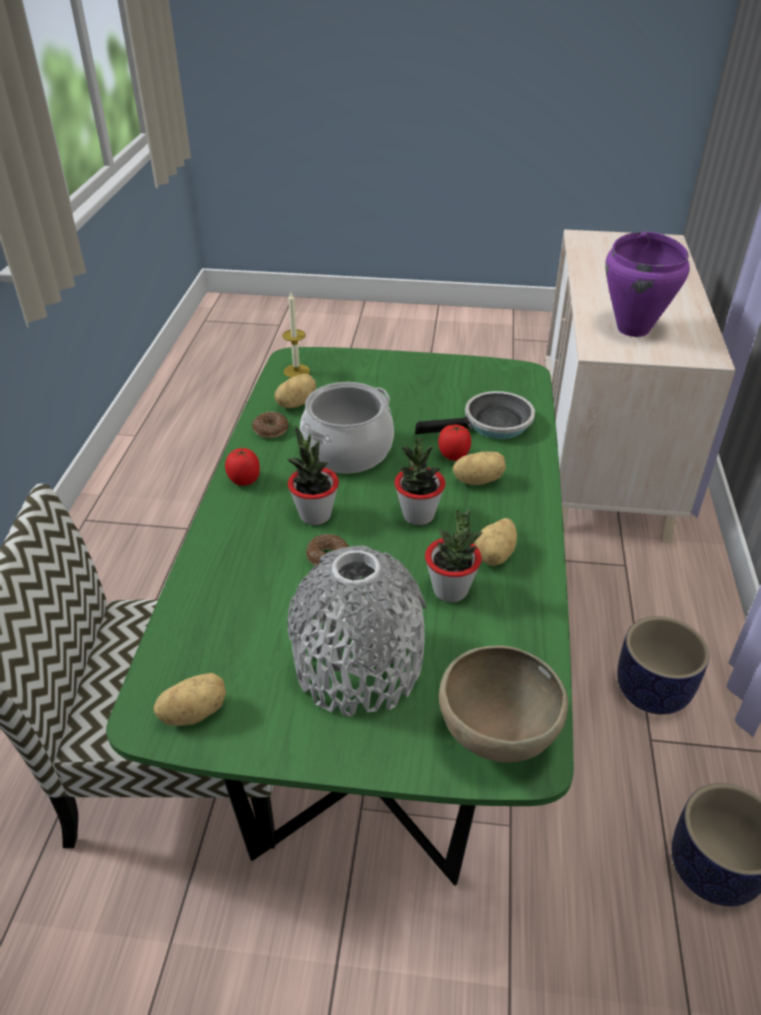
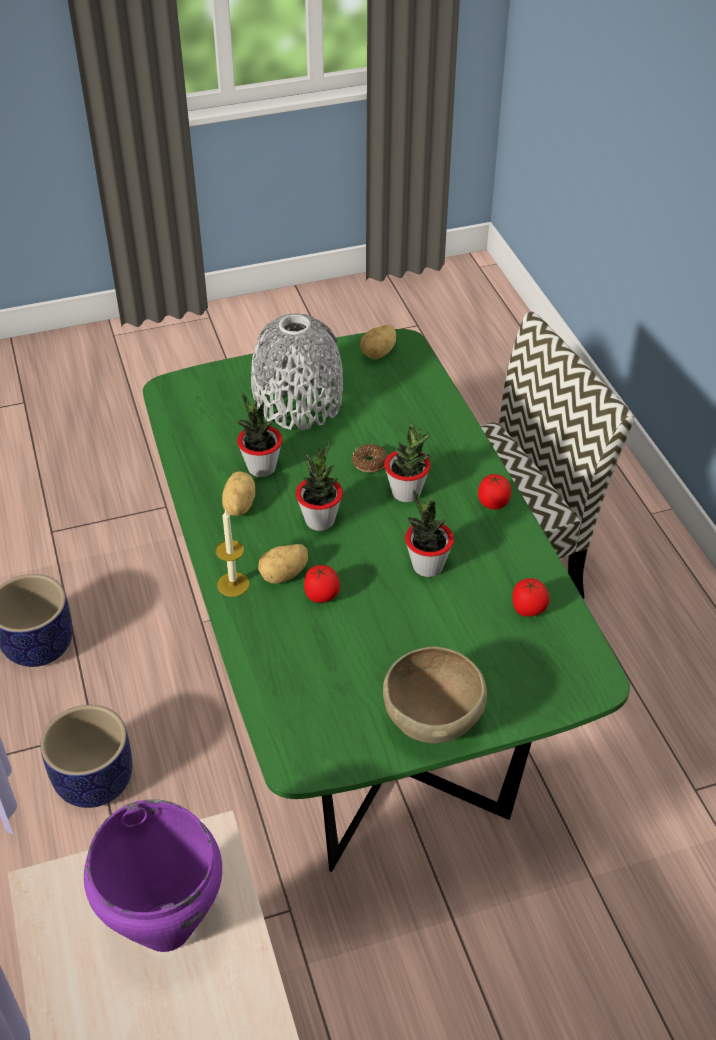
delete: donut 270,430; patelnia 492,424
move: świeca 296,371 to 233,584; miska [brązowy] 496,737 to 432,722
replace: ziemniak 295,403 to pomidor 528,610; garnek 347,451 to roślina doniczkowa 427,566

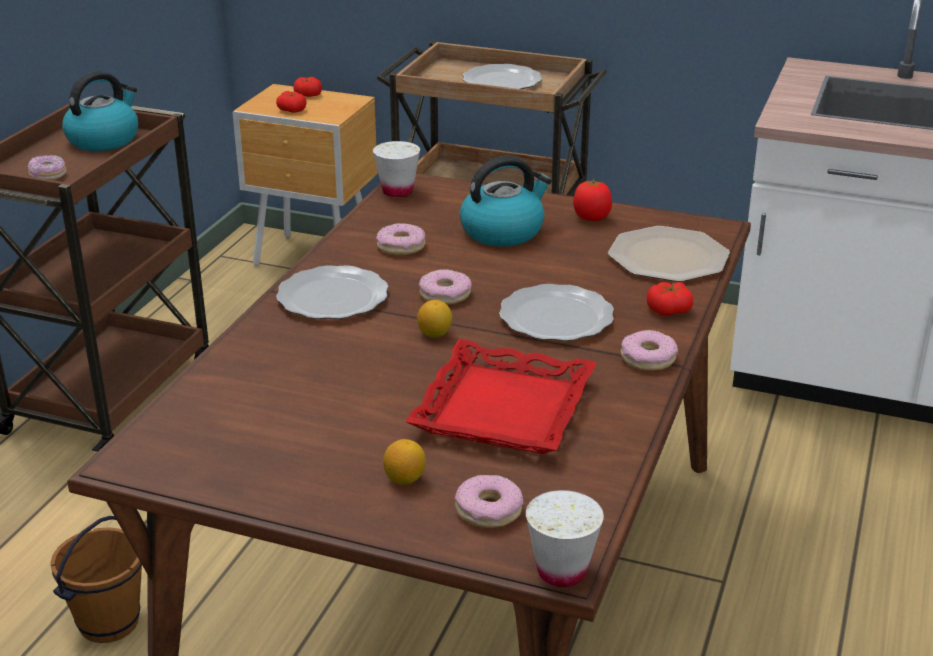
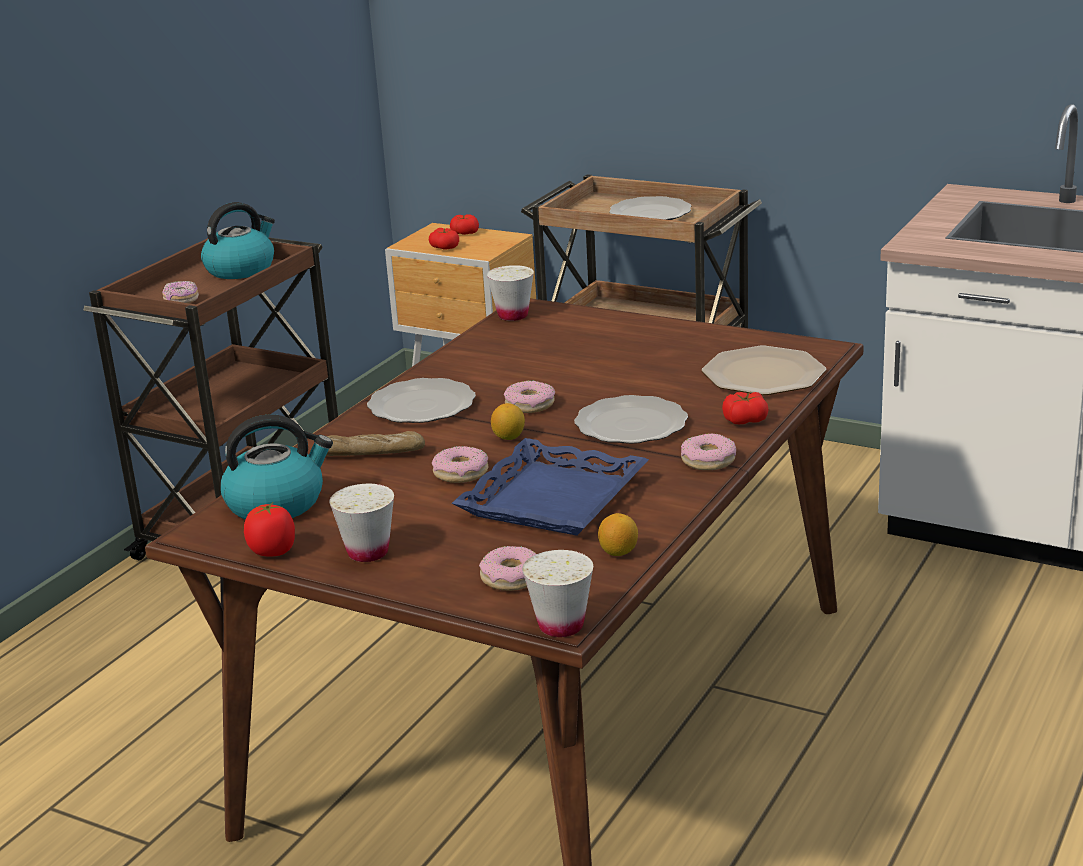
delete: wiadro [brązowy] 108,622
insert: chleb 371,454; filiżanka [biały] 368,552
move: donut 401,247 to 461,473; cytryna 404,479 to 618,552; czajnik 503,231 to 277,503; pomidor 591,218 to 273,552
recolor: taca [czerwony] 502,408 to taca [niebieski] 552,499

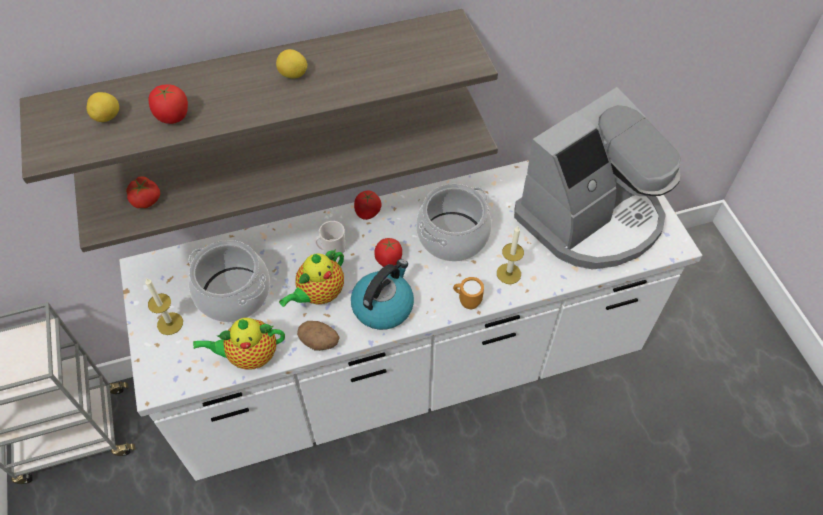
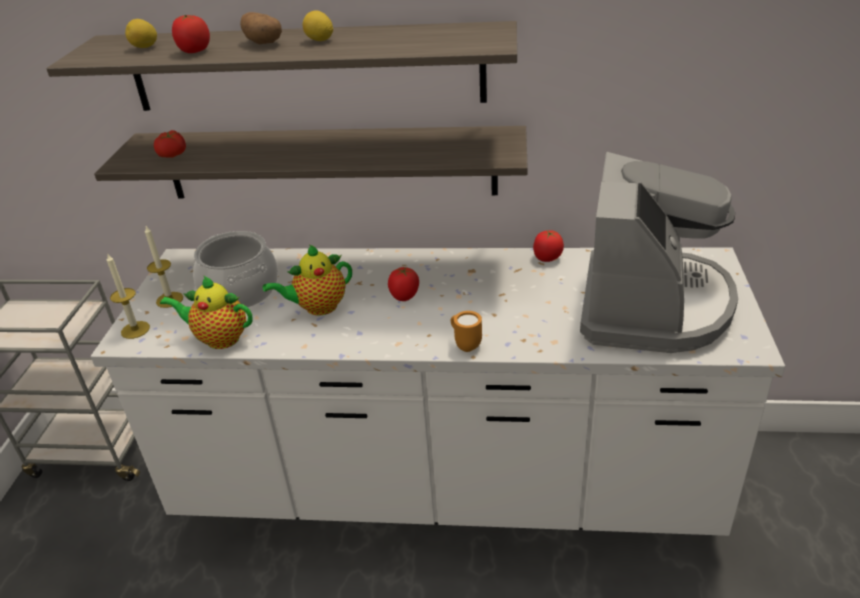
delete: kubek 331,249; czajnik 383,306; garnek 452,236
move: ziemniak 320,342 to 264,43; pomidor 367,213 to 547,258; świeca 508,273 to 135,330
rotate: ekspres do kawy 591,218 = 652,305 60 degrees counterclockwise

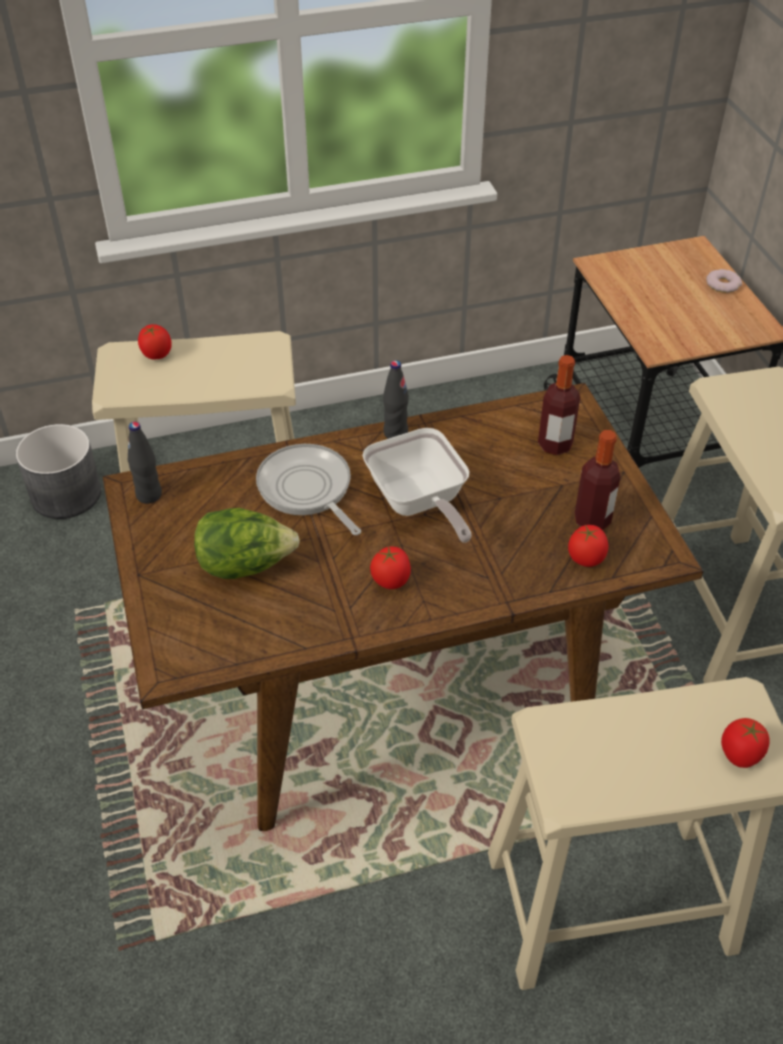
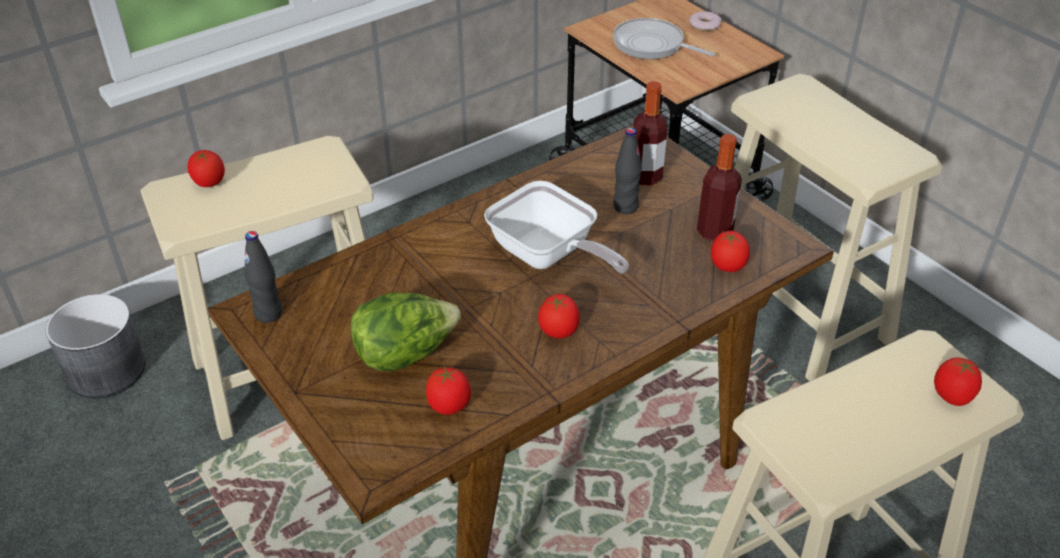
insert: pomidor 449,405
move: patelnia 307,490 to 652,45; butelka [czarny] 395,433 to 625,207

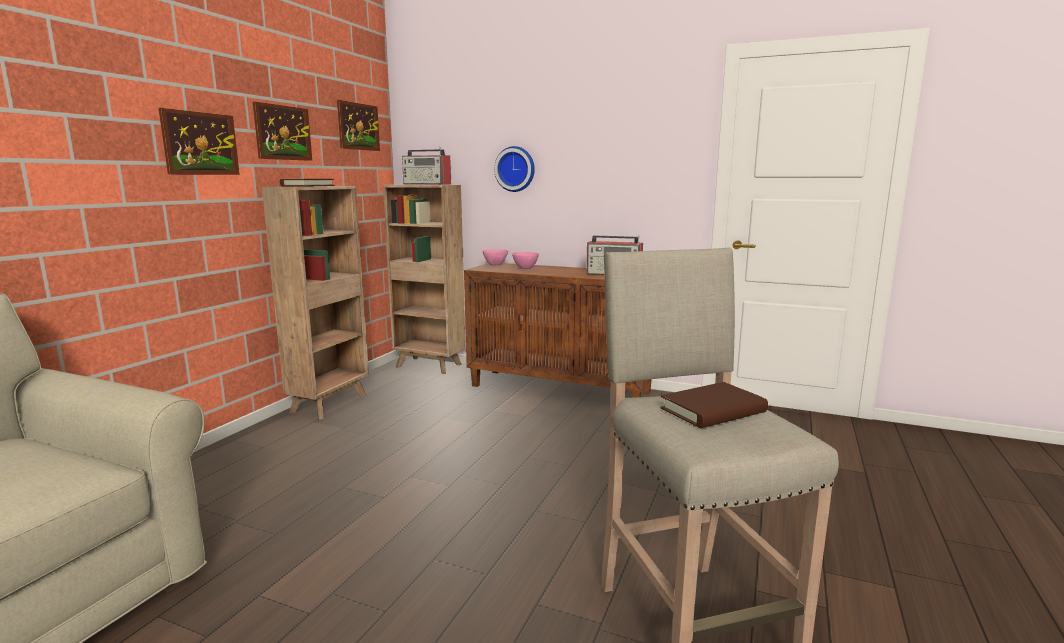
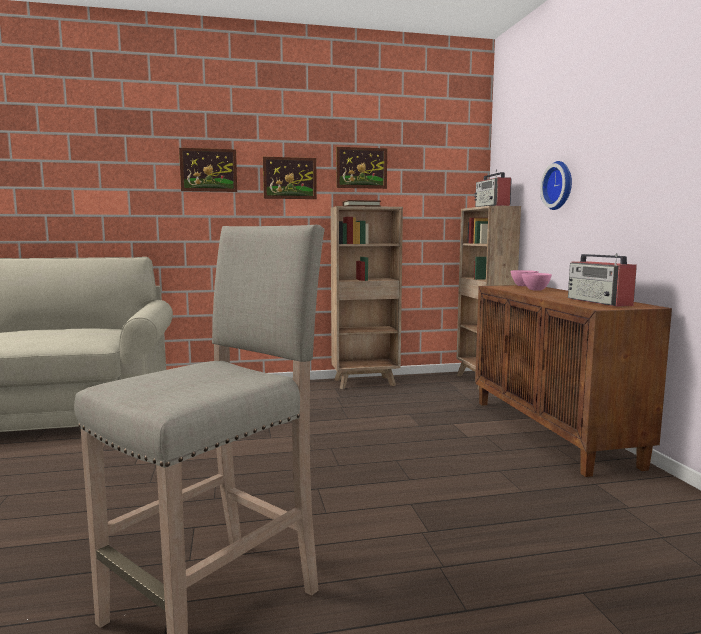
delete: książka [brązowy] 713,410
move: obraz 358,126 to 208,170

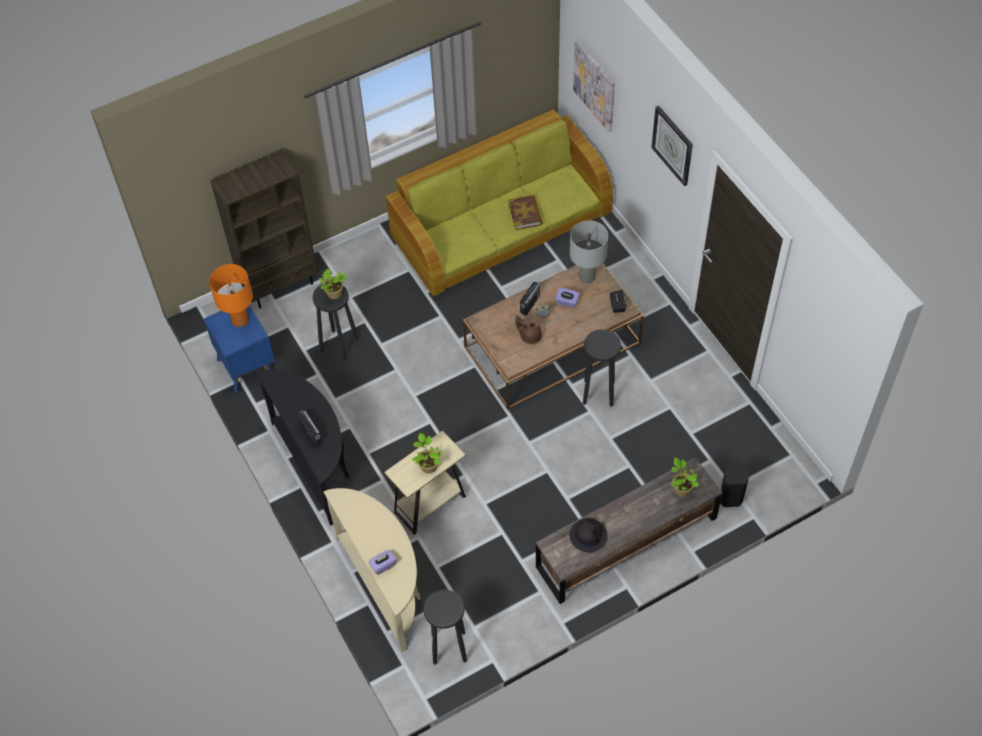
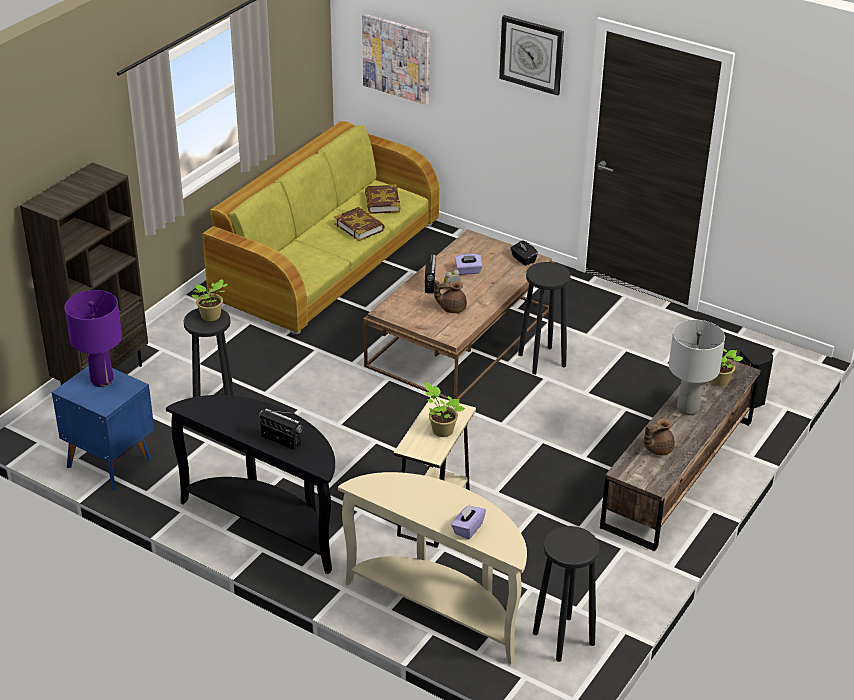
insert: książka 382,203
move: lampa stołowa [szary] 586,277 to 688,409
replace: kapelusz [czarny] 588,535 to imbryk [brązowy] 657,449
recolor: lampa stołowa [pomarańczowy] 240,321 to lampa stołowa [fioletowy] 102,381

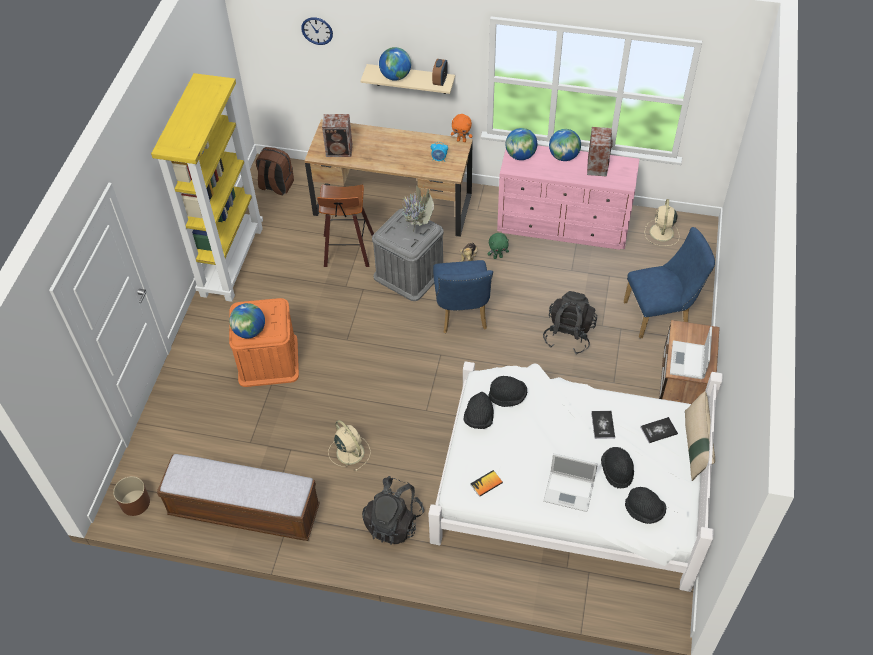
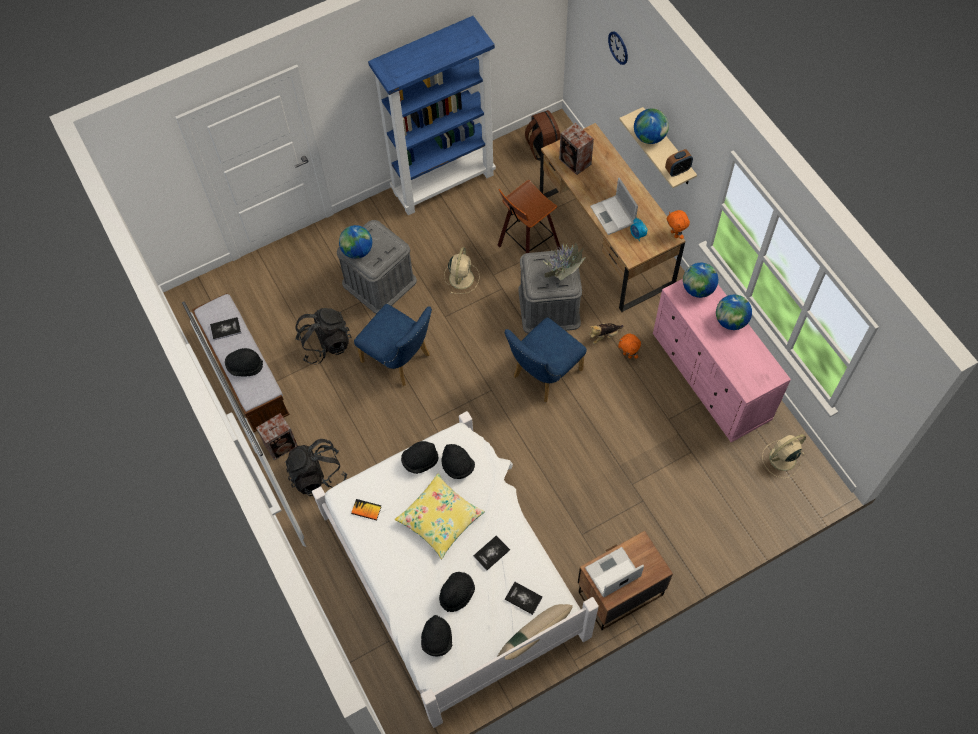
delete: donica [brązowy] 135,503
insert: książka 225,329; kapelusz [czarny] 245,366; poduszka [żółty] 440,519
move: wentylator [beżowy] 349,451 to 461,277; plecak [czarny] 568,334 to 325,344; laptop 570,491 to 613,215; głośnik 597,166 to 282,445; krzesło [niebieski] 661,314 to 400,360
recolor: regał [żółty] 231,260 to regał [niebieski] 444,182; pojemnik do przechowywania [pomarańczowy] 268,360 to pojemnik do przechowywania [szary] 379,282; pluszak [zielony] 498,257 to pluszak [pomarańczowy] 628,355

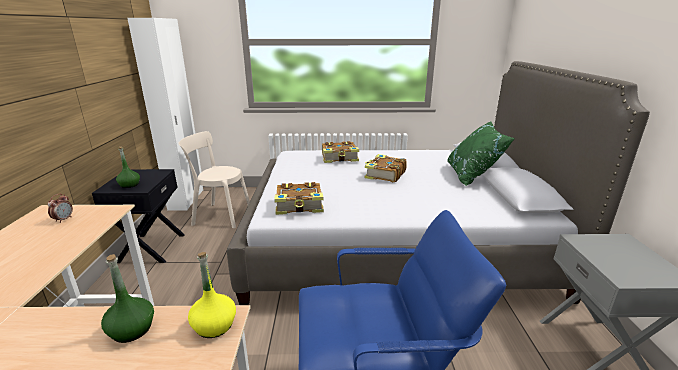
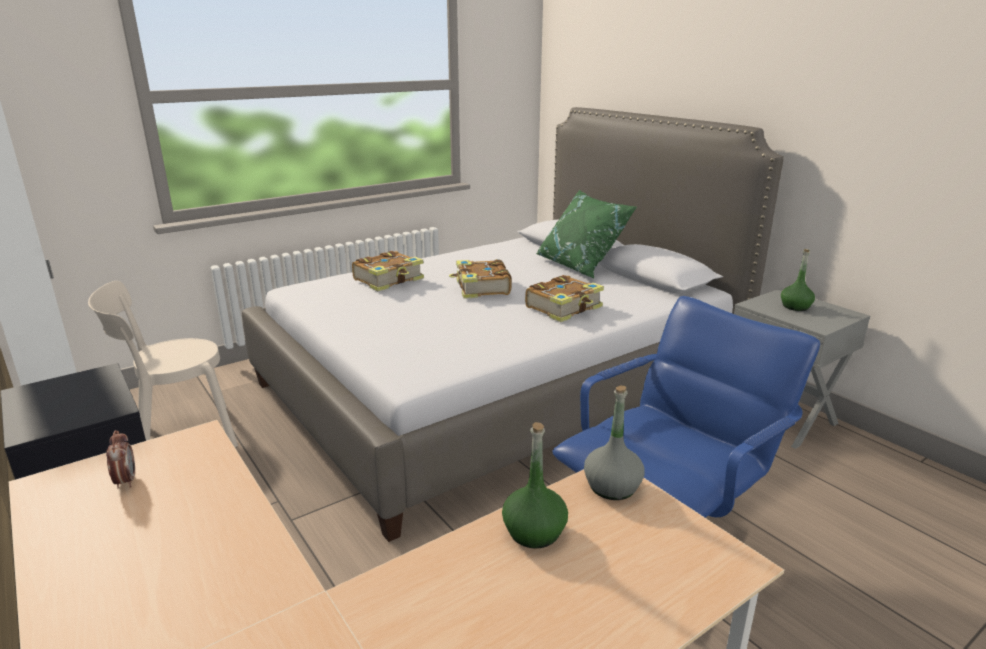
move: butelka [zielony] 129,185 to 795,306; książka 300,206 to 565,308
recolor: butelka [żółty] 214,325 to butelka [szary] 612,487

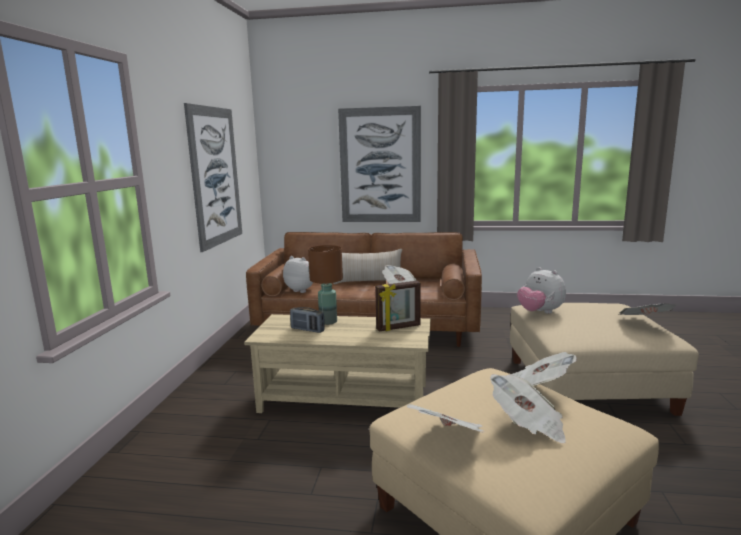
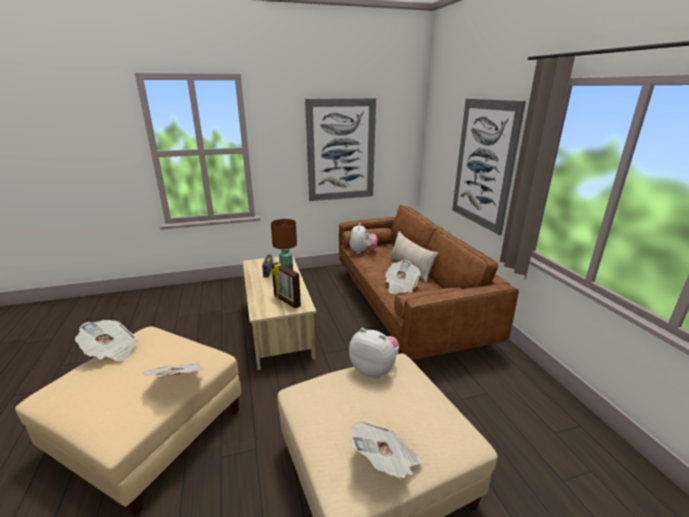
delete: gazeta 528,425
rotate: pluszak 539,312 = 374,369 90 degrees clockwise

